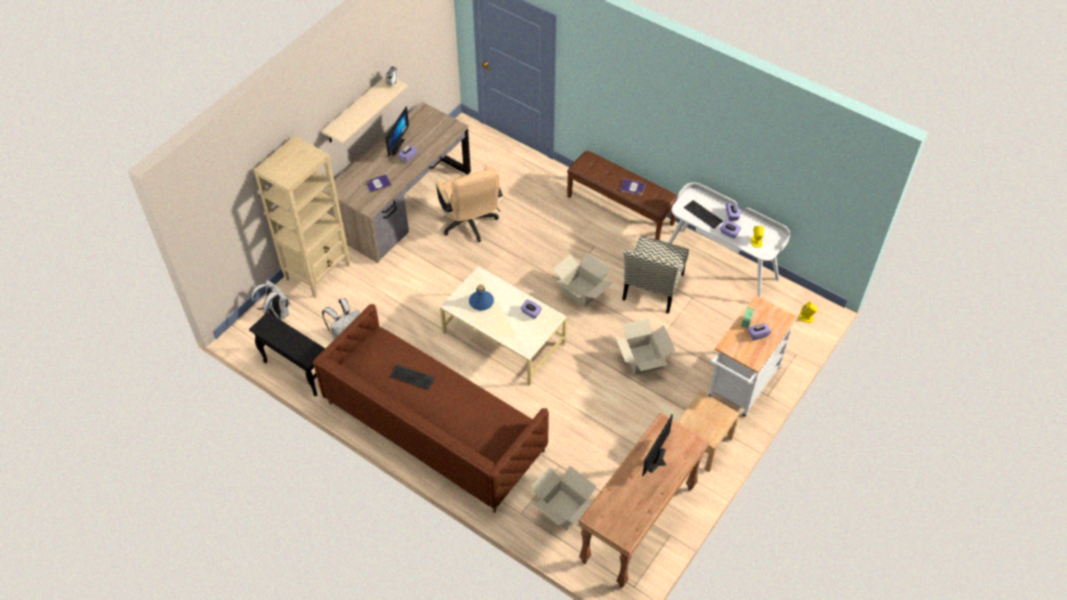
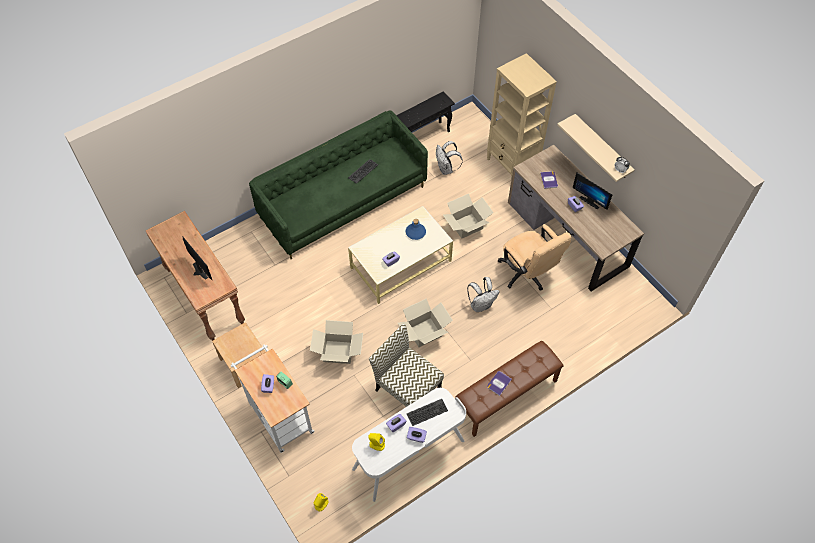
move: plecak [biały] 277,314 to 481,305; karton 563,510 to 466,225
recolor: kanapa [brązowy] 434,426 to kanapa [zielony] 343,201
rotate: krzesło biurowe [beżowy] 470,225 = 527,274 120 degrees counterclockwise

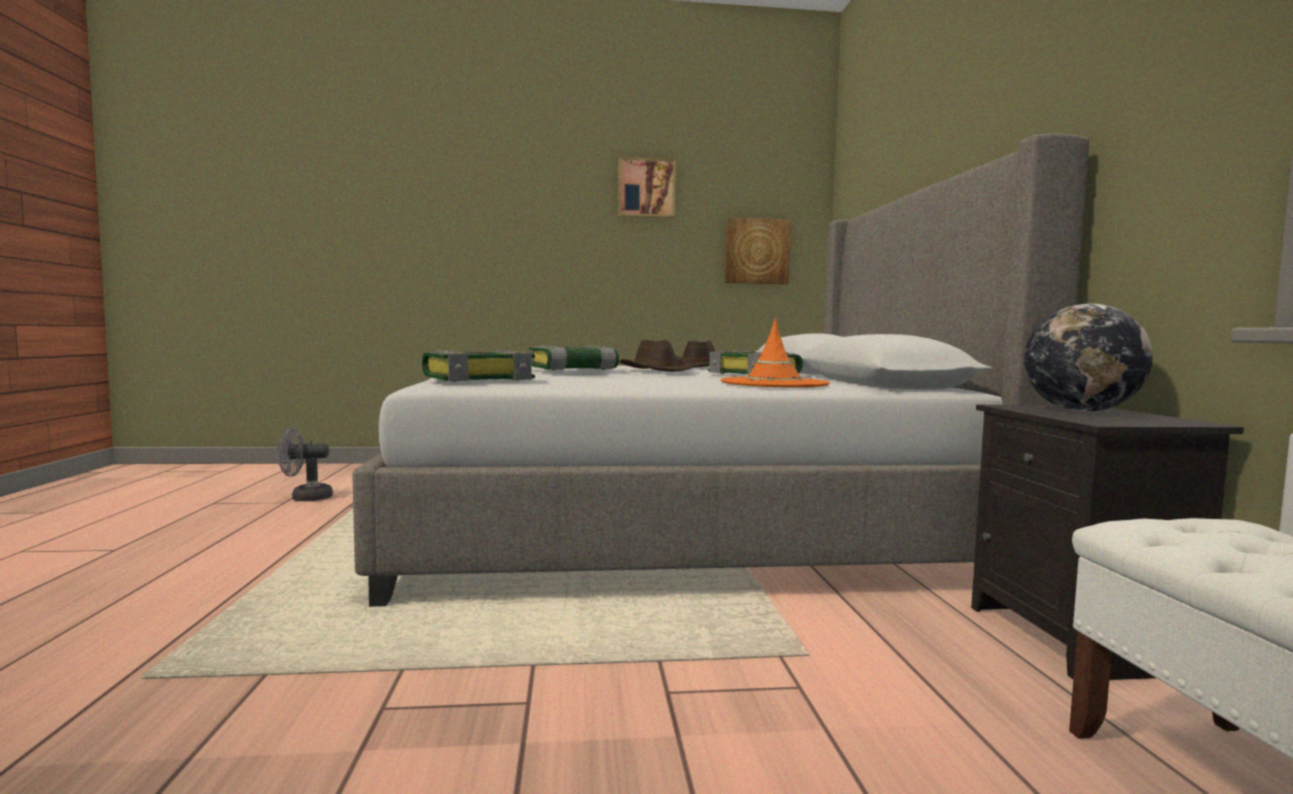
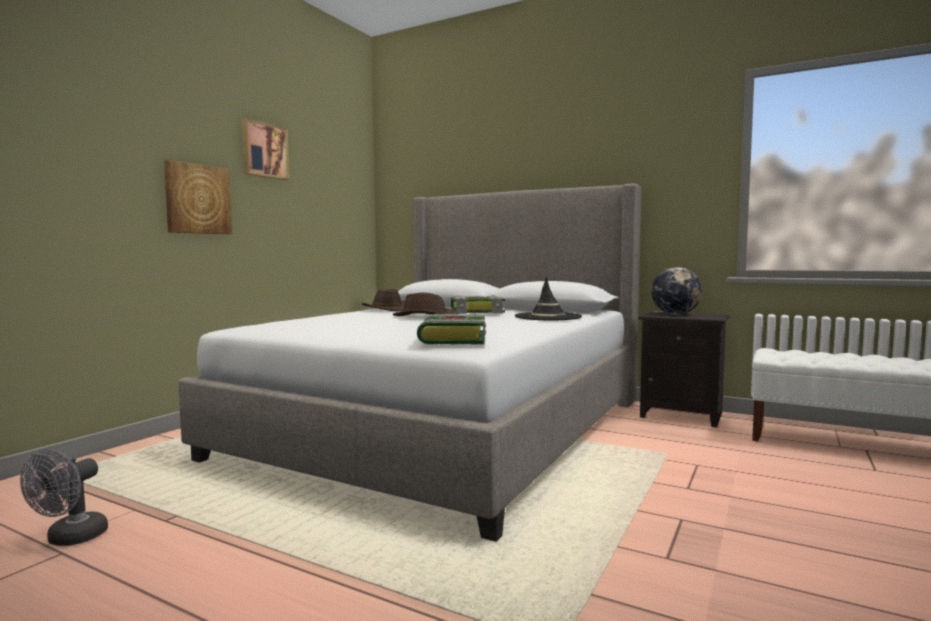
delete: książka 572,369
move: obraz 757,251 to 197,199
recolor: kapelusz [pomarańczowy] 774,384 to kapelusz [czarny] 548,317

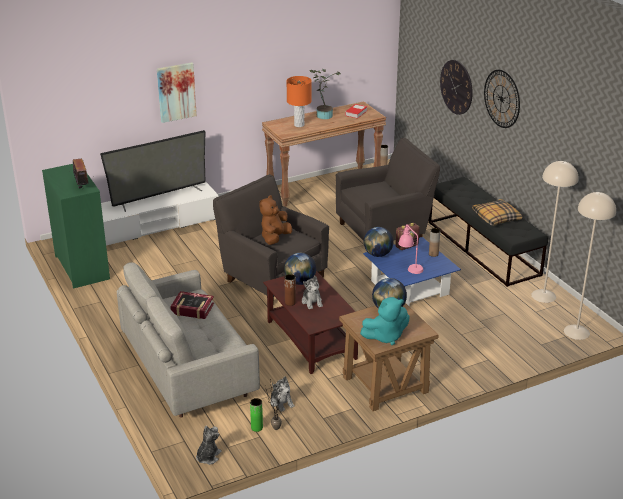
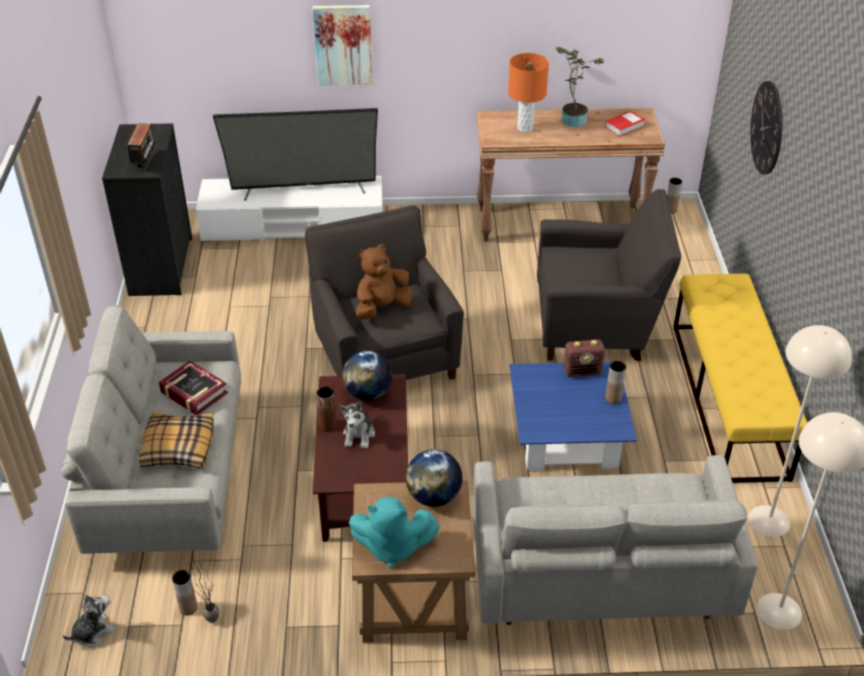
delete: pluszak 281,402; globus 377,254; lampa stołowa [różowy] 409,267; zegar ścienny 501,98
insert: kanapa [szary] 598,577
move: poduszka 496,218 to 178,447
recolor: komoda [zielony] 82,267 to komoda [czarny] 162,266; wazon [zielony] 257,428 to wazon [brązowy] 188,608; ławka [czarny] 483,248 to ławka [żółty] 728,399

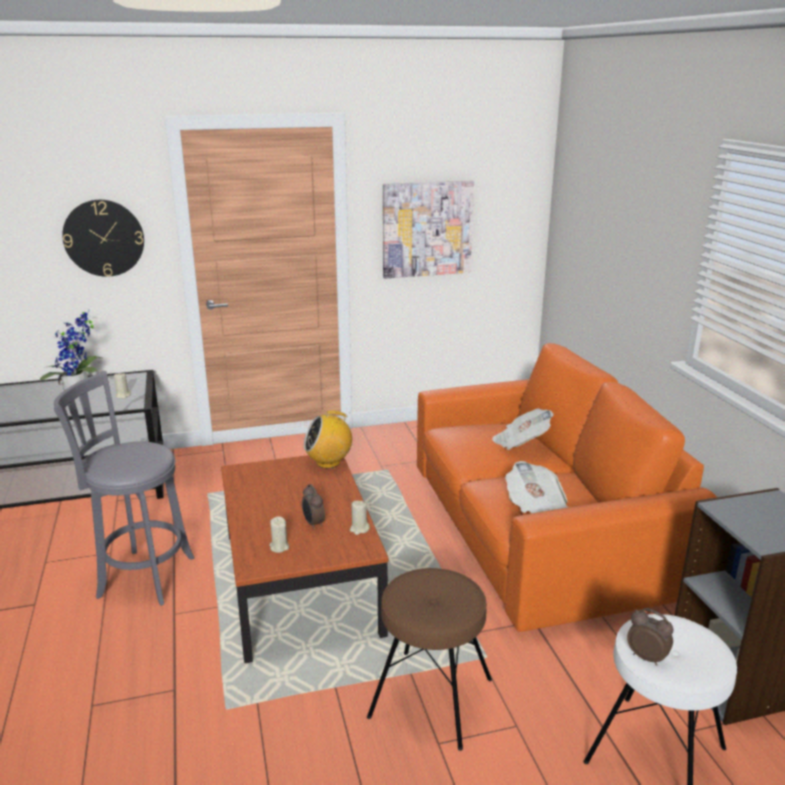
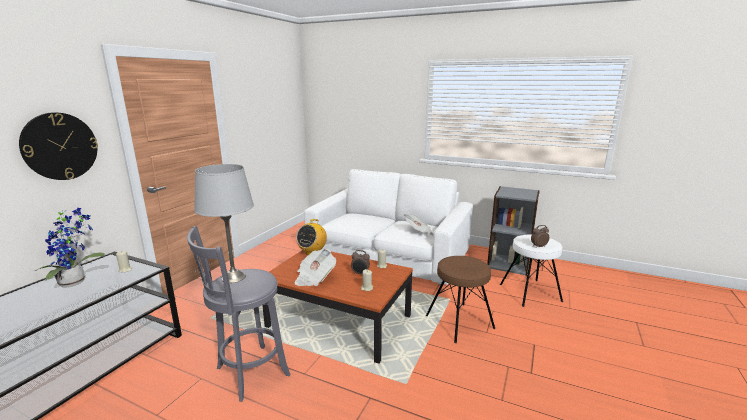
delete: obraz 427,229
insert: lampa stołowa [szary] 233,277
move: gazeta 521,442 to 314,278
recolor: kanapa [pomarańczowy] 537,528 to kanapa [biały] 389,254

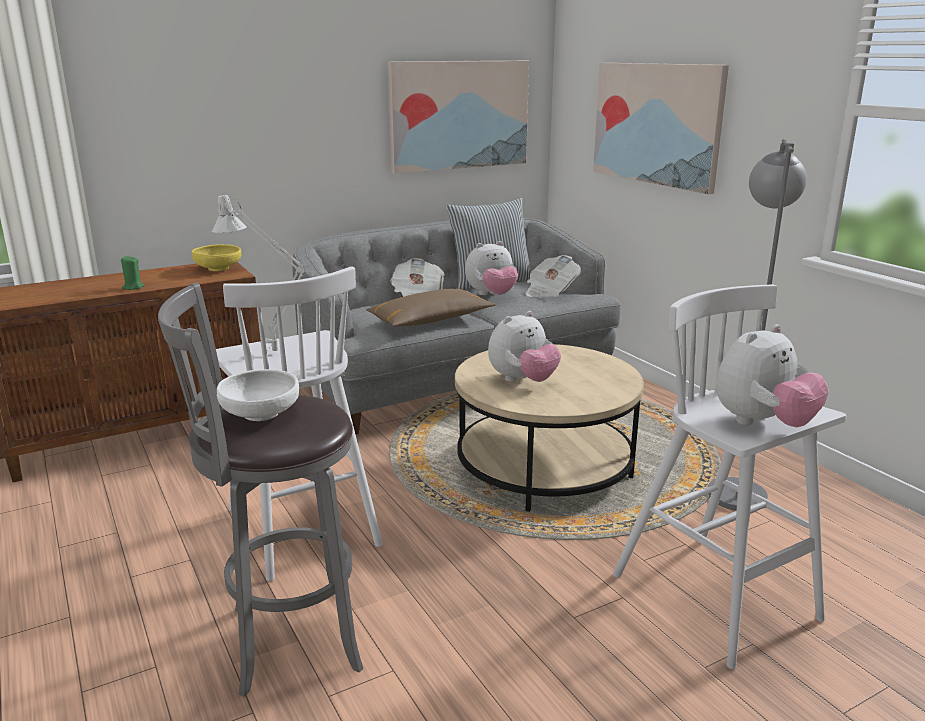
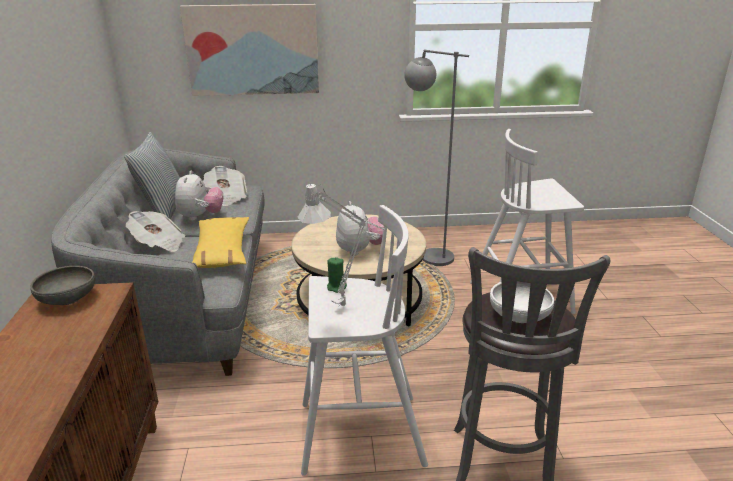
delete: obraz 459,115; pluszak 763,424
move: świeca [zielony] 133,287 to 336,287
recolor: miska [żółty] 218,268 to miska [szary] 67,299; poduszka [brązowy] 430,320 to poduszka [żółty] 222,251

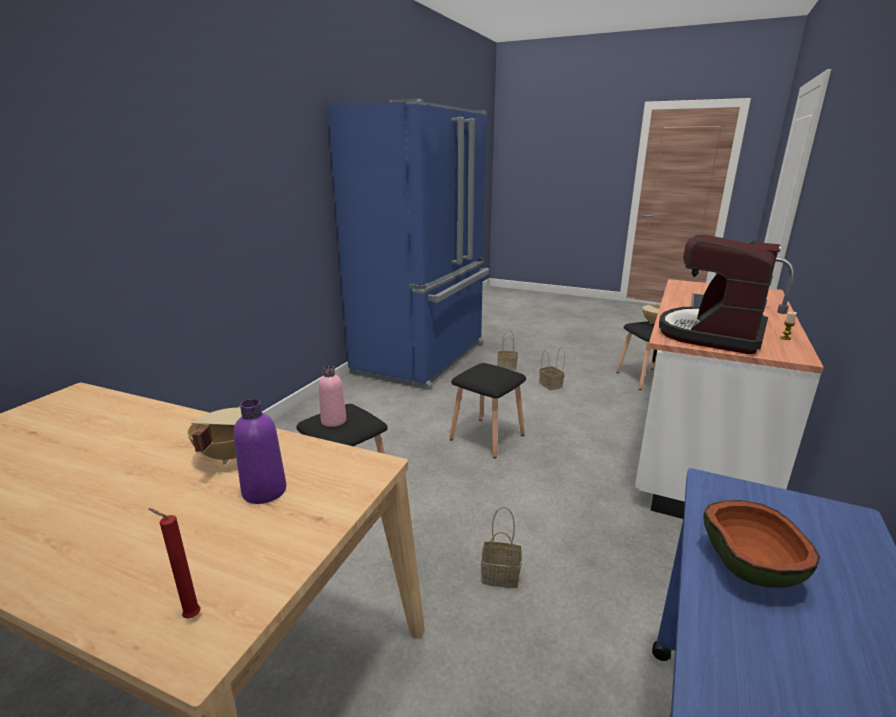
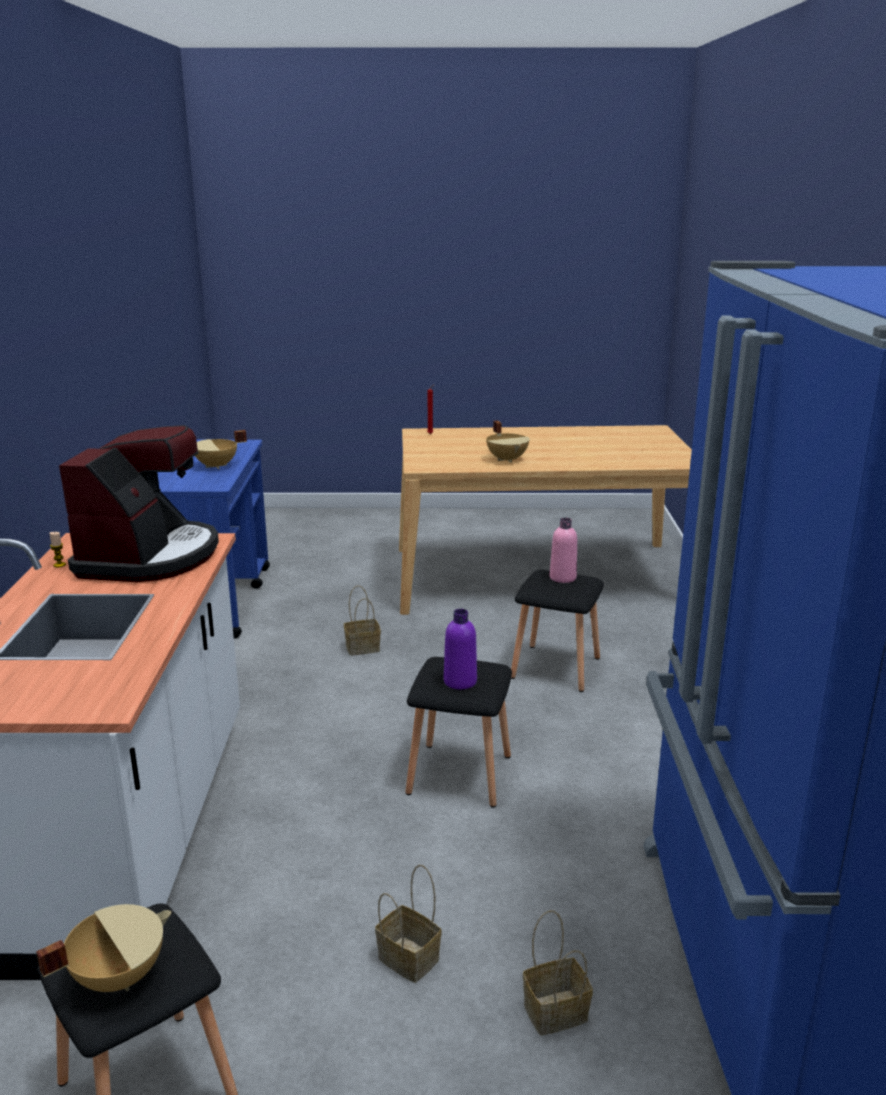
move: butelka [fioletowy] 264,491 to 460,681
replace: miska 747,566 to garnek [beżowy] 217,466

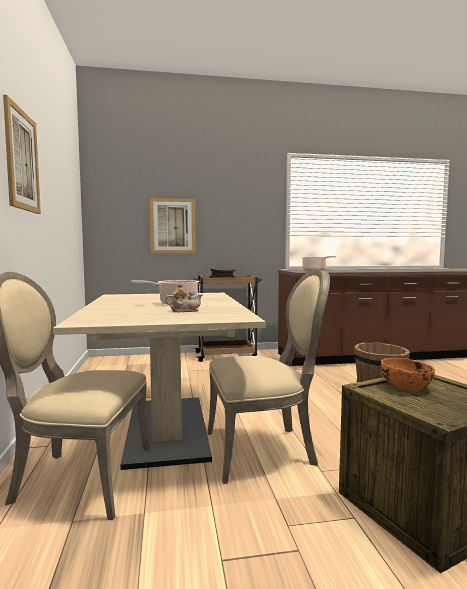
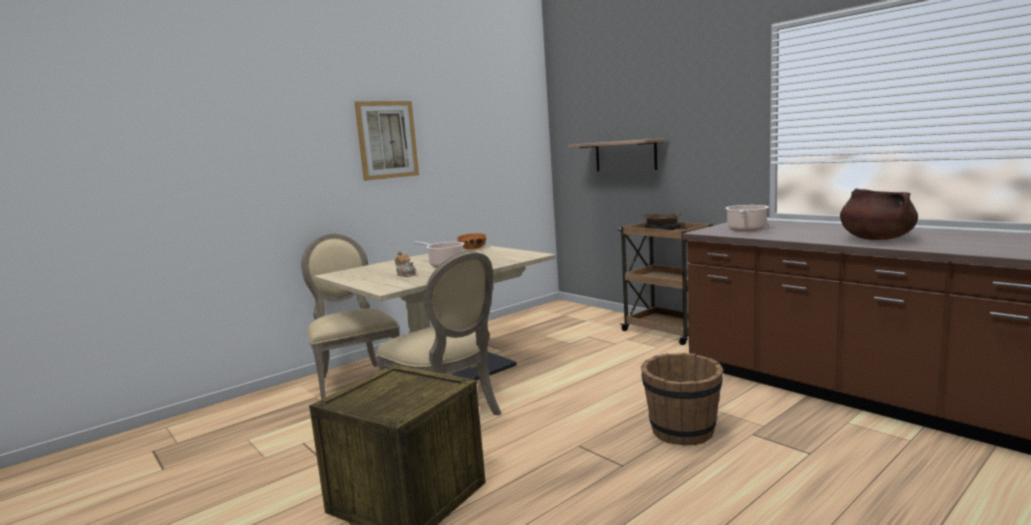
insert: garnek [brązowy] 876,239
move: miska [pomarańczowy] 406,385 to 472,248
replace: obraz 172,226 to półka 625,155

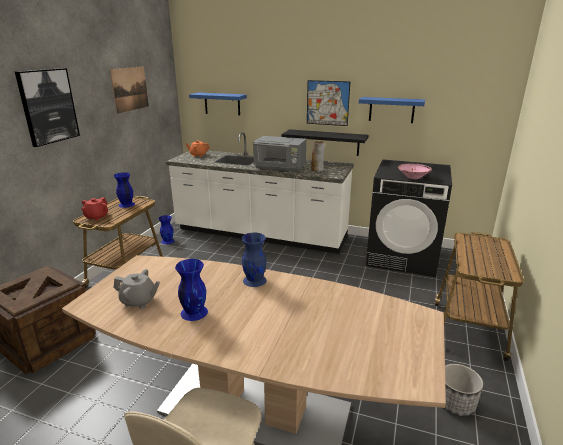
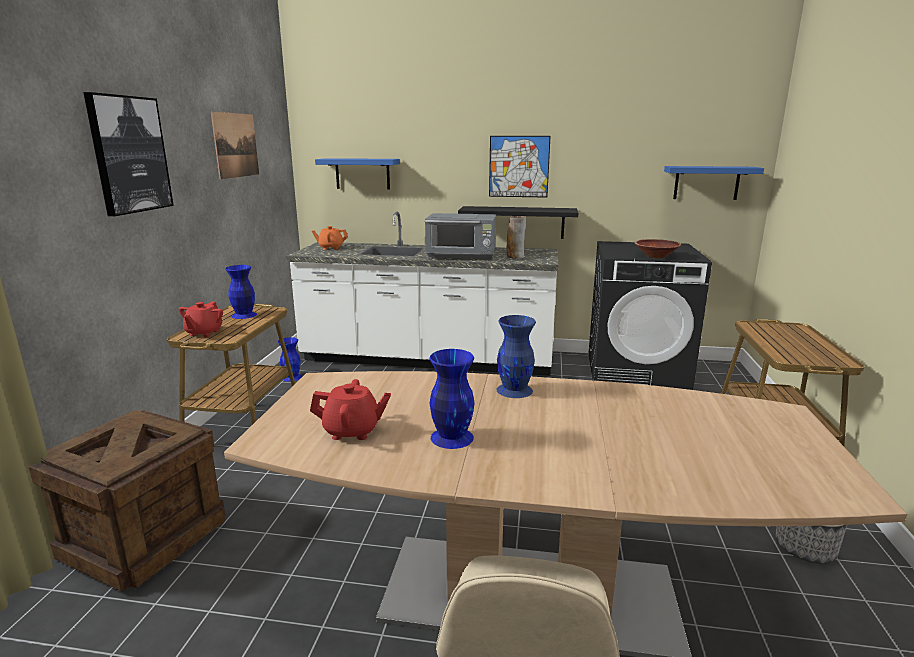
move: półka [niebieski] 391,110 to 706,183
recolor: imbryk [szary] 139,301 to imbryk [czerwony] 352,431; miska [różowy] 413,177 to miska [brązowy] 656,256

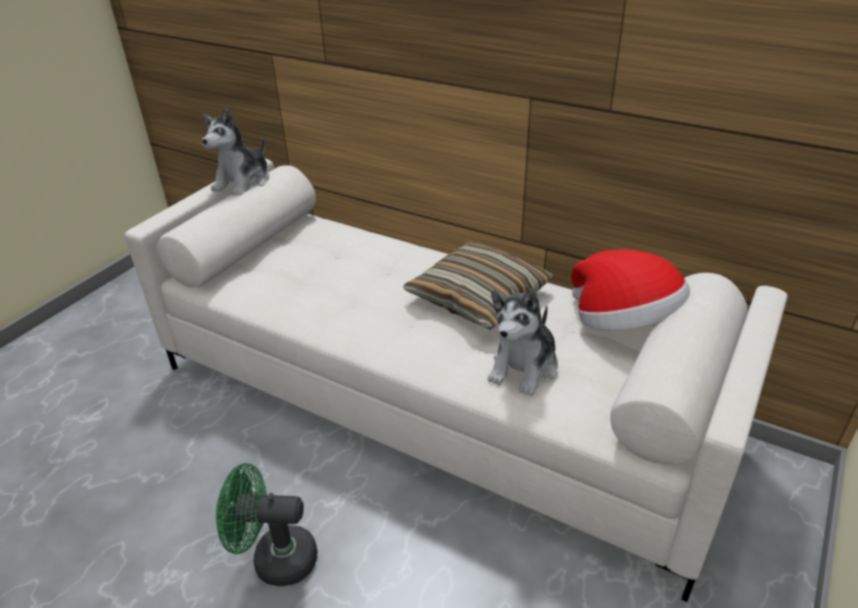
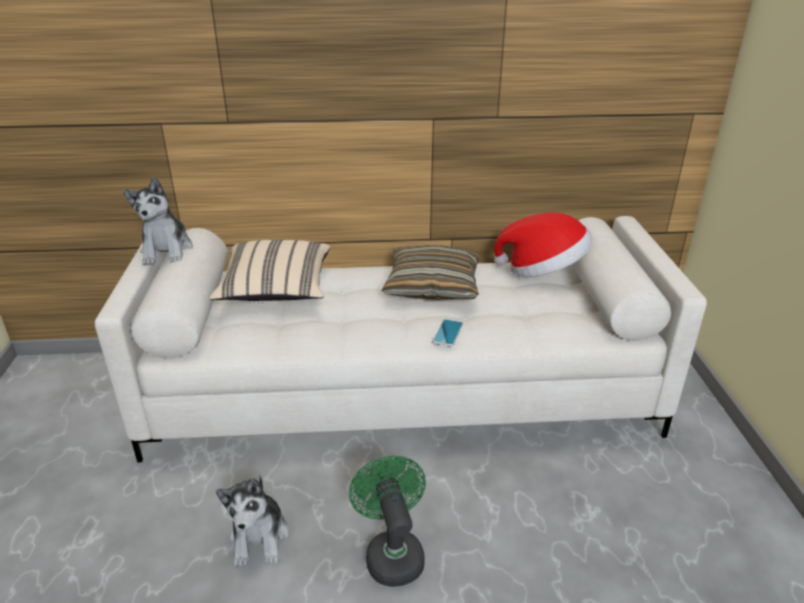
insert: poduszka [beżowy] 276,290; telefon 448,333
move: pluszak 524,367 to 259,537
rotate: wentylator [zielony] 275,559 = 392,553 105 degrees clockwise

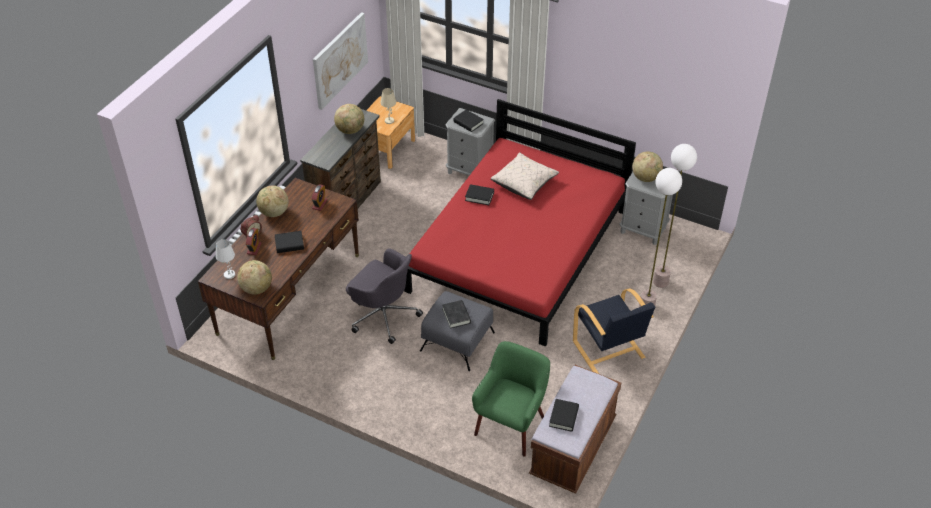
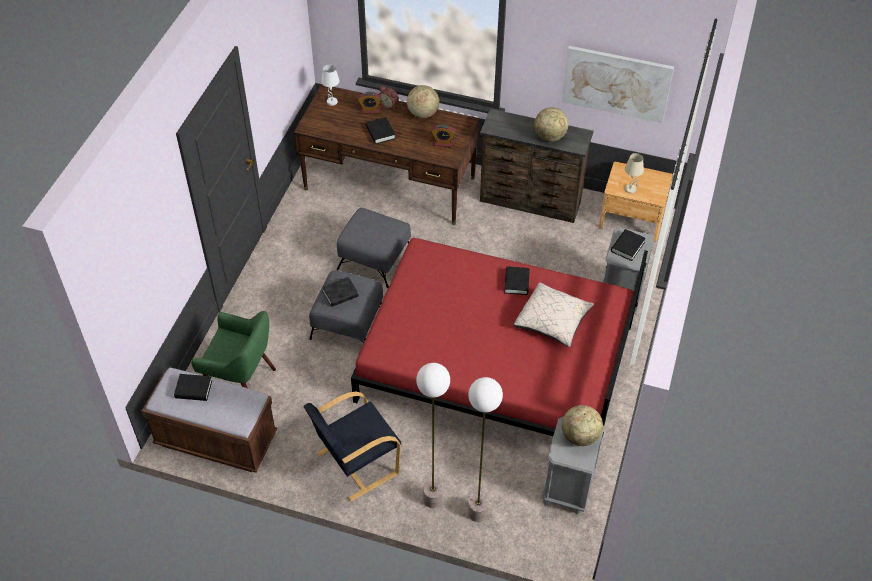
delete: globus 256,288
replace: krzesło biurowe [szary] 383,315 to pufa [szary] 374,258

